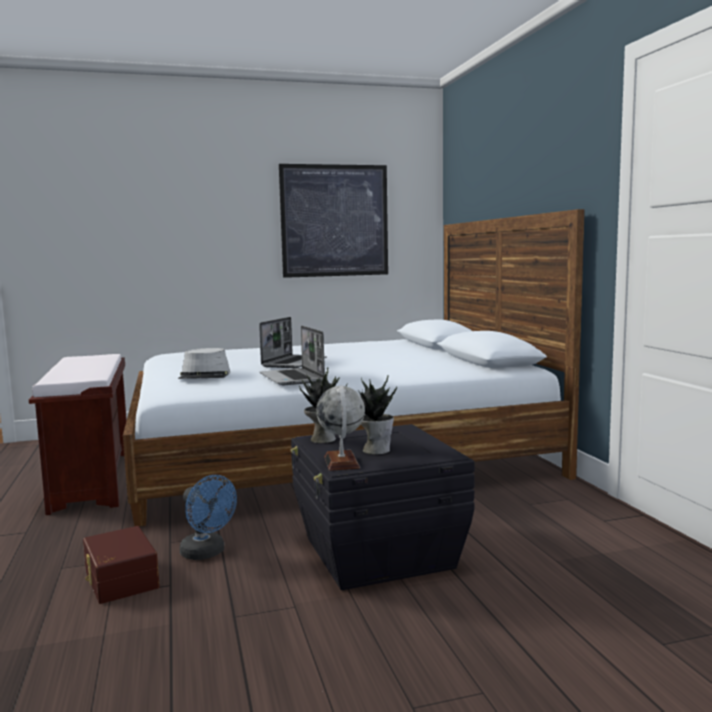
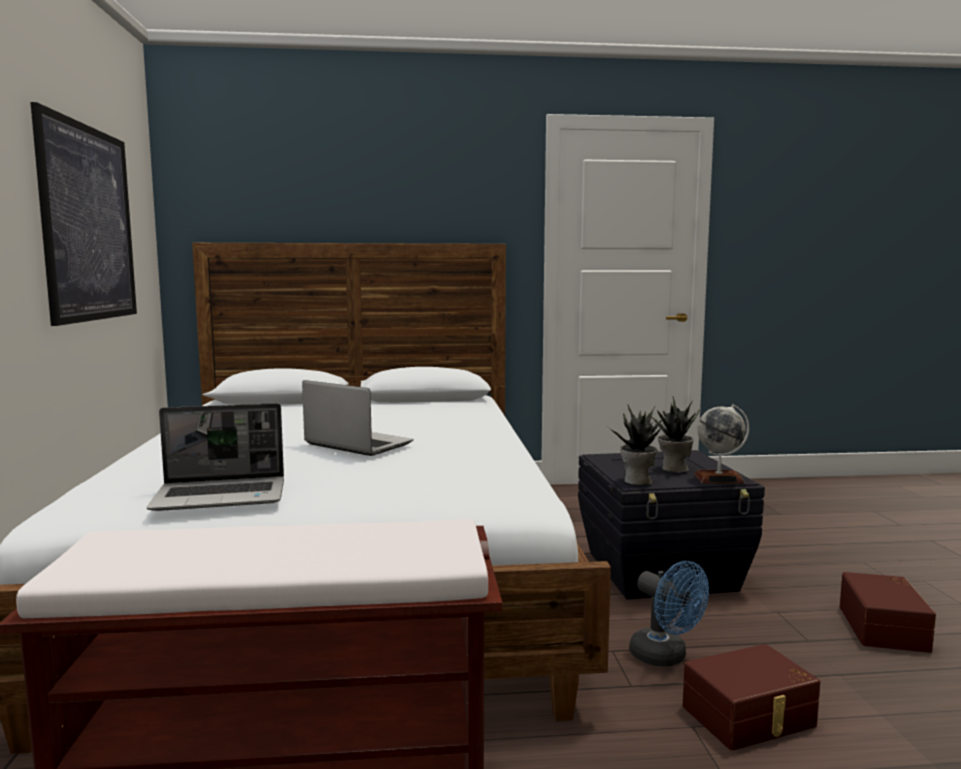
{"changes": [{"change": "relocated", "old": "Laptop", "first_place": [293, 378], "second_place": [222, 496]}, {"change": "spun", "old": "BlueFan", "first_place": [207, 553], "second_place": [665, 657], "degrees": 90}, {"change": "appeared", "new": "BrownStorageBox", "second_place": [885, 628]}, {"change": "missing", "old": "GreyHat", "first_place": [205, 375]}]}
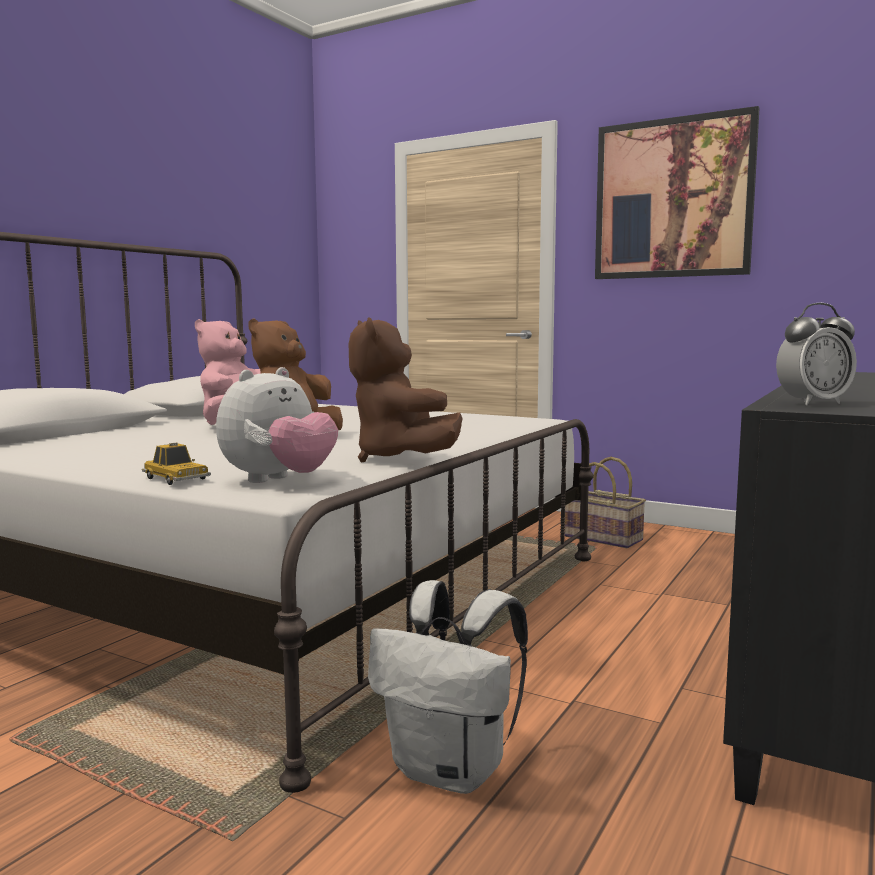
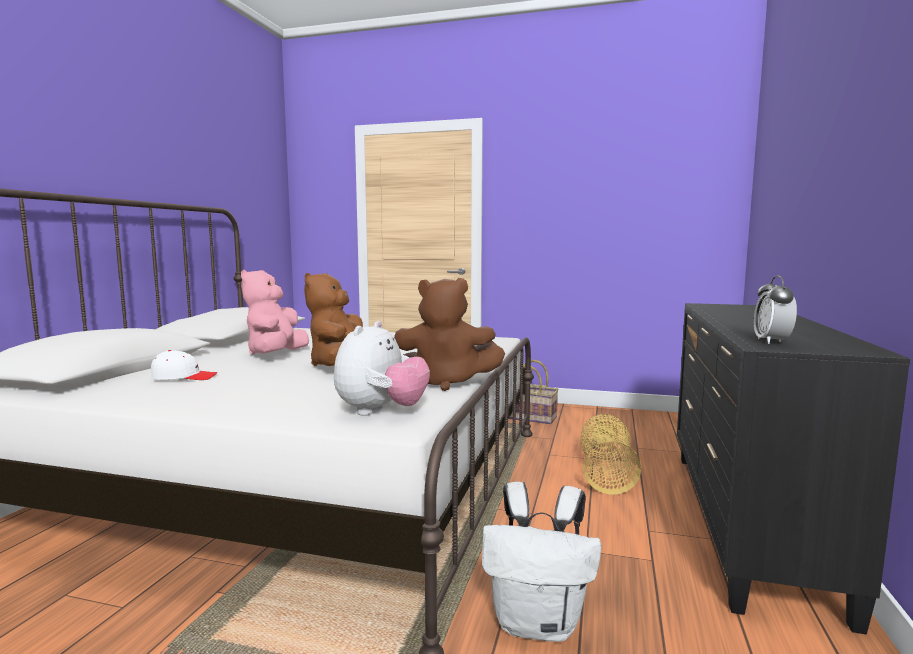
{"changes": [{"change": "appeared", "new": "WhiteCap", "second_place": [184, 377]}, {"change": "spun", "old": "BrownPlushToy", "first_place": [399, 458], "second_place": [446, 382], "degrees": -45}, {"change": "appeared", "new": "Basket", "second_place": [606, 473]}, {"change": "spun", "old": "AlarmClock", "first_place": [813, 403], "second_place": [772, 341], "degrees": 135}, {"change": "missing", "old": "ToyCar", "first_place": [176, 479]}, {"change": "missing", "old": "Picture", "first_place": [673, 199]}]}
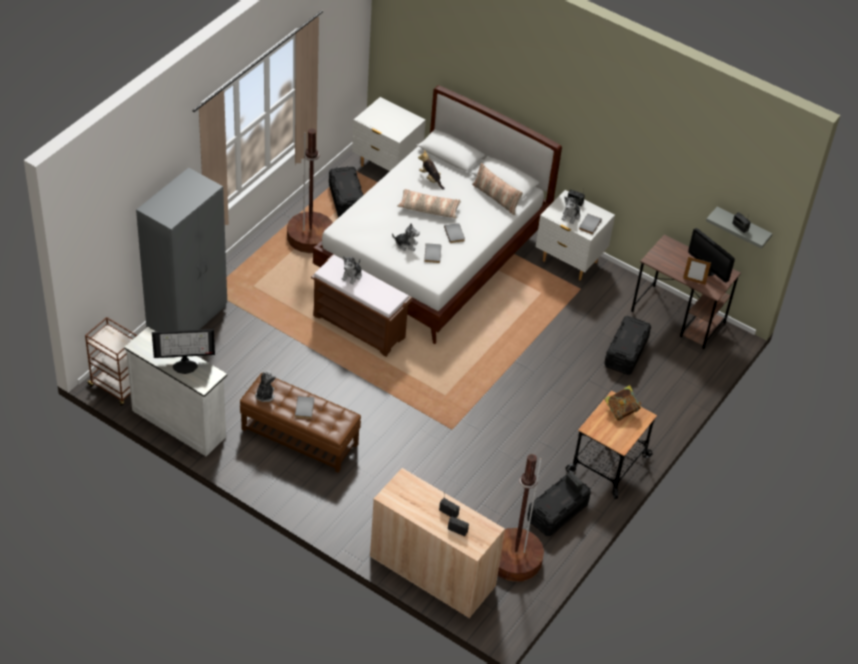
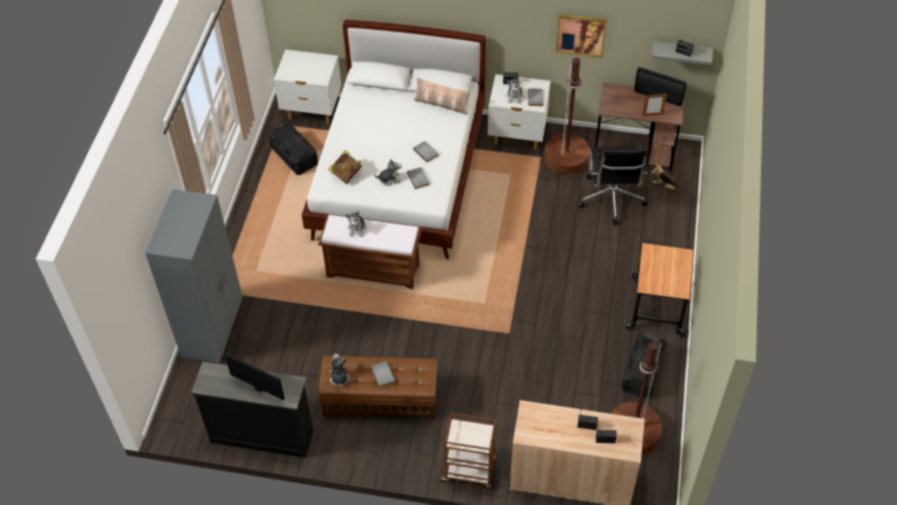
{"changes": [{"change": "colour", "old": "WhiteDresser", "new": "BlackDresser", "first_place": [179, 422], "second_place": [262, 435]}, {"change": "spun", "old": "Monitor", "first_place": [185, 364], "second_place": [261, 385], "degrees": -120}, {"change": "relocated", "old": "Book", "first_place": [621, 411], "second_place": [346, 174]}, {"change": "relocated", "old": "BrownCart", "first_place": [117, 387], "second_place": [469, 470]}, {"change": "relocated", "old": "BrownFloorLamp", "first_place": [310, 237], "second_place": [566, 158]}, {"change": "appeared", "new": "Picture", "second_place": [581, 34]}, {"change": "exchanged", "old": "BlackStorageBox", "new": "BlackOfficeChair", "first_place": [625, 353], "second_place": [611, 200]}, {"change": "relocated", "old": "PlushToy", "first_place": [430, 179], "second_place": [665, 186]}, {"change": "missing", "old": "Pillow", "first_place": [429, 208]}]}
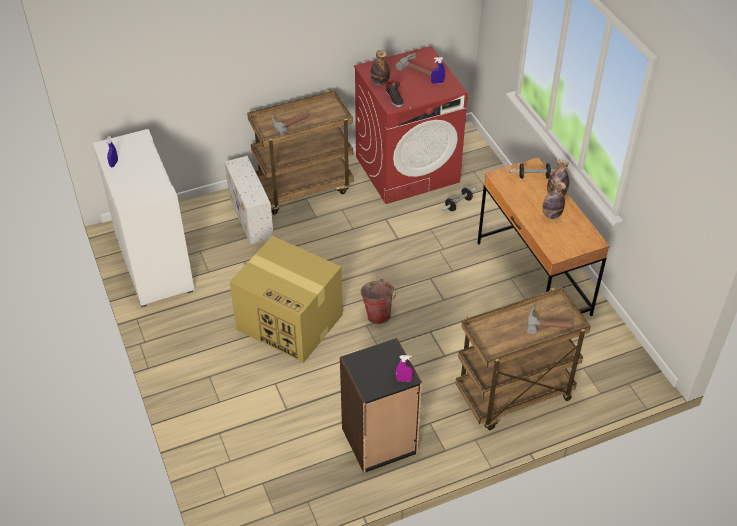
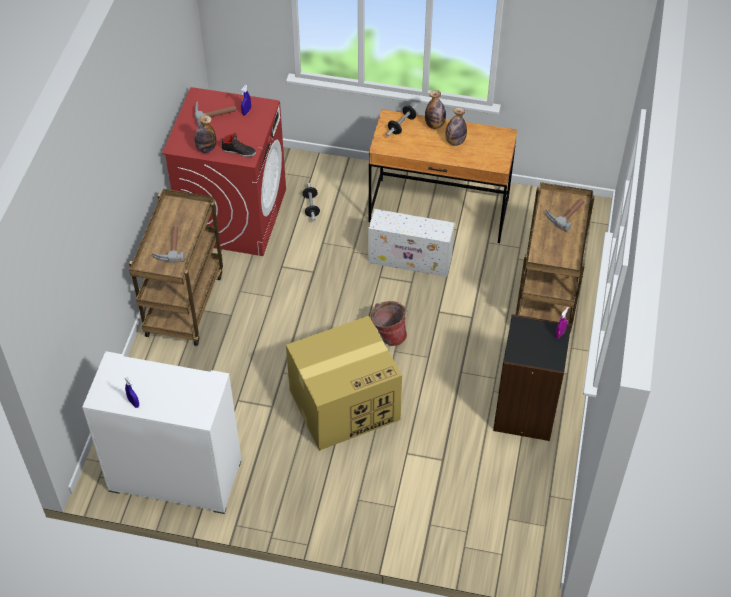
{"changes": [{"change": "relocated", "old": "WhiteStorageBox", "first_place": [251, 217], "second_place": [411, 260]}]}
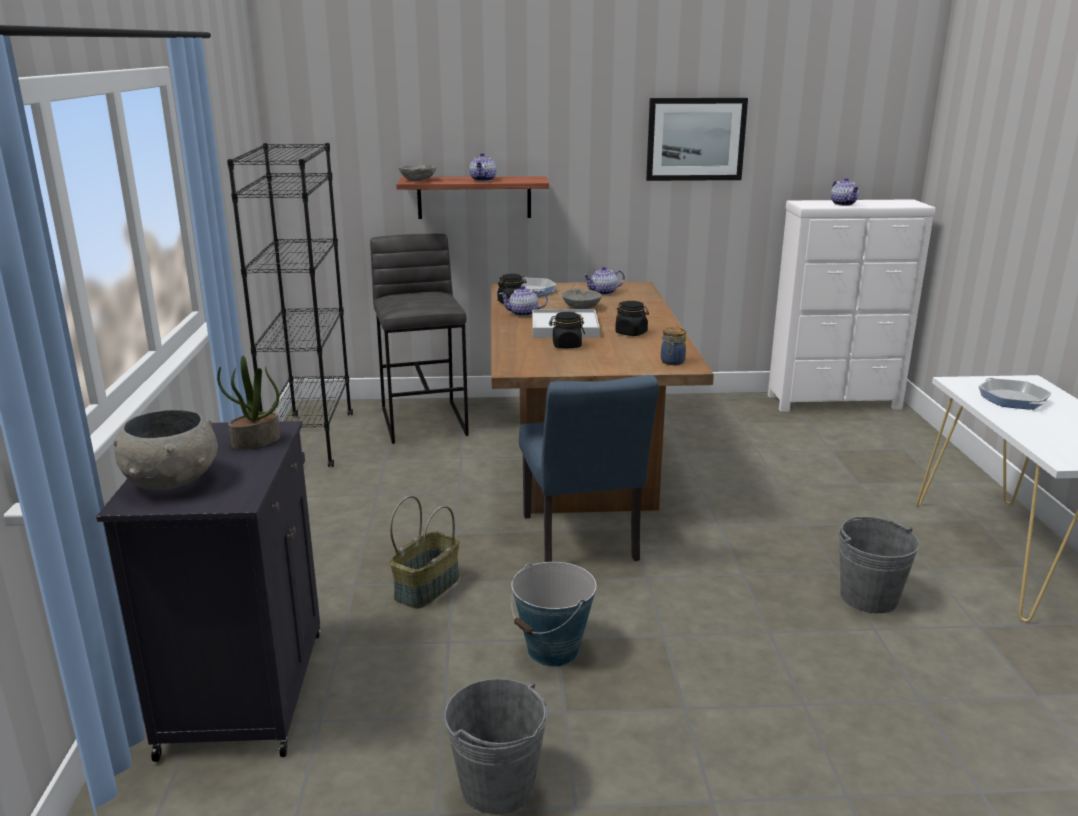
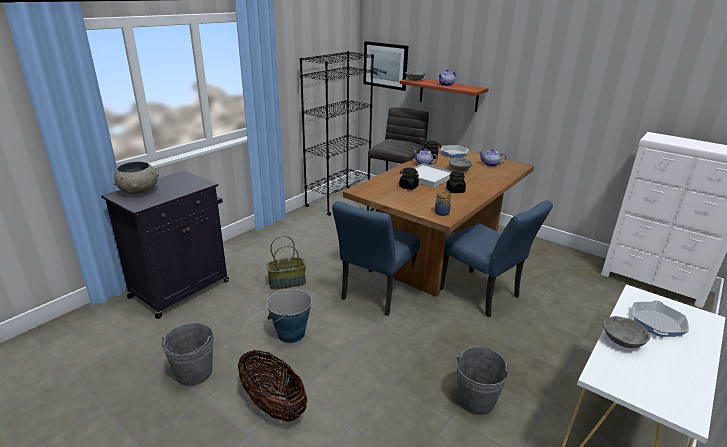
{"changes": [{"change": "appeared", "new": "Basket", "second_place": [273, 405]}, {"change": "relocated", "old": "Picture", "first_place": [695, 139], "second_place": [385, 65]}, {"change": "appeared", "new": "BlueChair", "second_place": [483, 295]}, {"change": "appeared", "new": "GreyBowl", "second_place": [621, 340]}, {"change": "missing", "old": "PottedPlant", "first_place": [256, 442]}, {"change": "missing", "old": "Teapot", "first_place": [844, 204]}]}
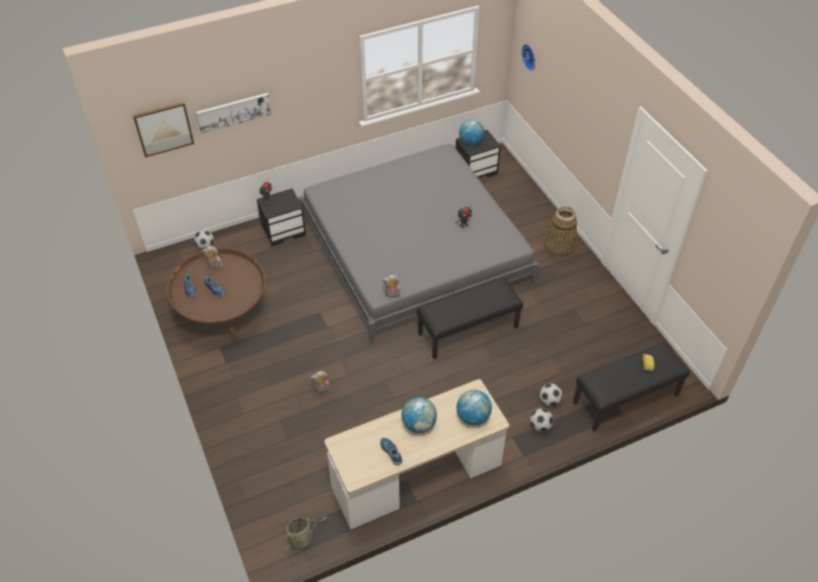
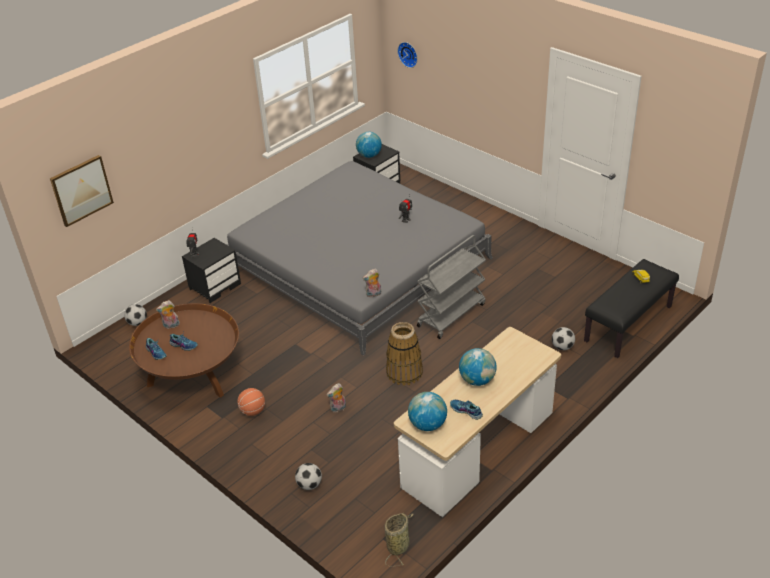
{"changes": [{"change": "appeared", "new": "Basketball", "second_place": [252, 411]}, {"change": "relocated", "old": "Football", "first_place": [540, 426], "second_place": [309, 485]}, {"change": "relocated", "old": "Basket", "first_place": [559, 247], "second_place": [404, 372]}, {"change": "relocated", "old": "Globe", "first_place": [473, 417], "second_place": [427, 424]}, {"change": "exchanged", "old": "BlackBench", "new": "GreyCart", "first_place": [468, 330], "second_place": [451, 314]}, {"change": "missing", "old": "Picture", "first_place": [234, 112]}]}
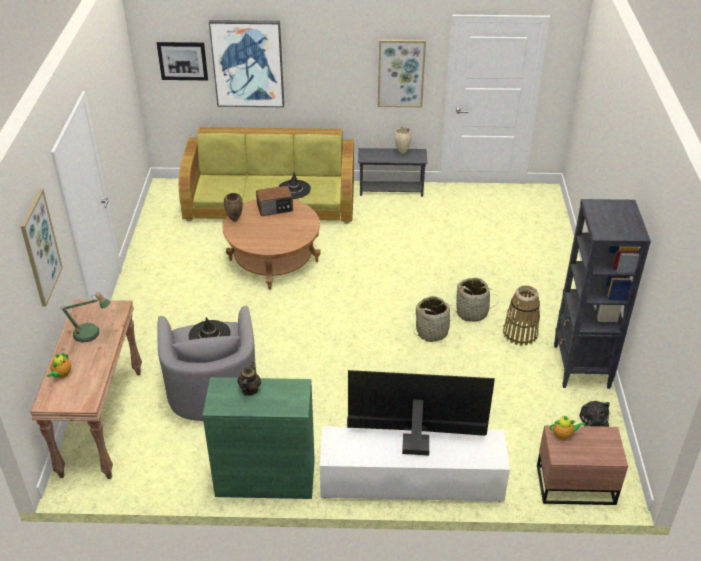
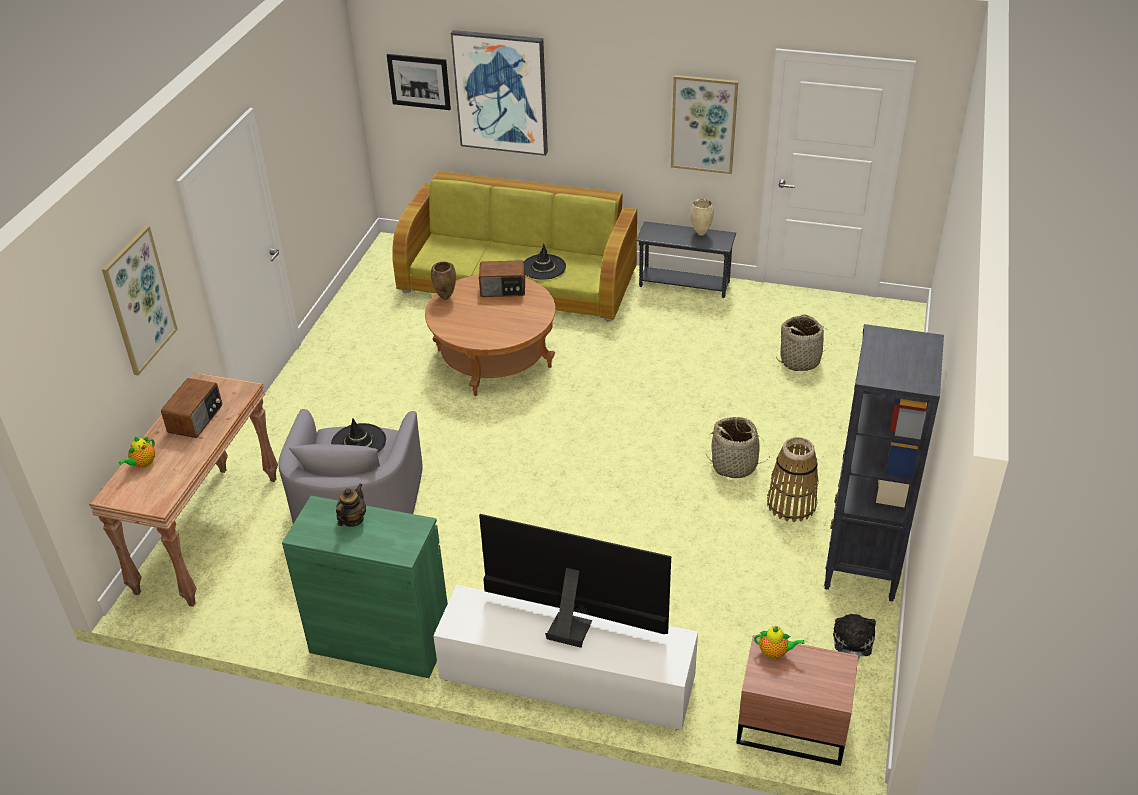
{"changes": [{"change": "exchanged", "old": "TableLamp", "new": "Radio", "first_place": [90, 334], "second_place": [196, 419]}, {"change": "relocated", "old": "Basket", "first_place": [432, 331], "second_place": [800, 360]}]}
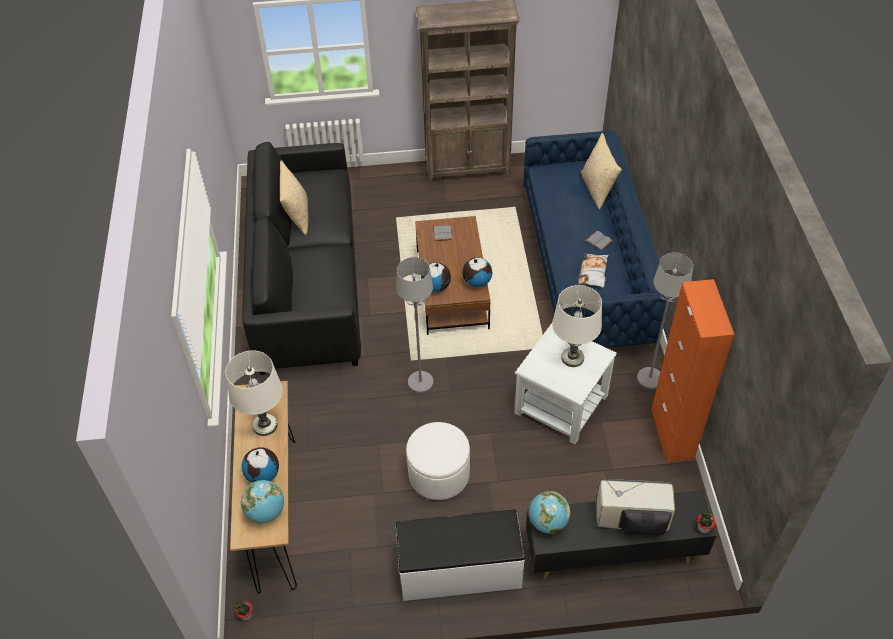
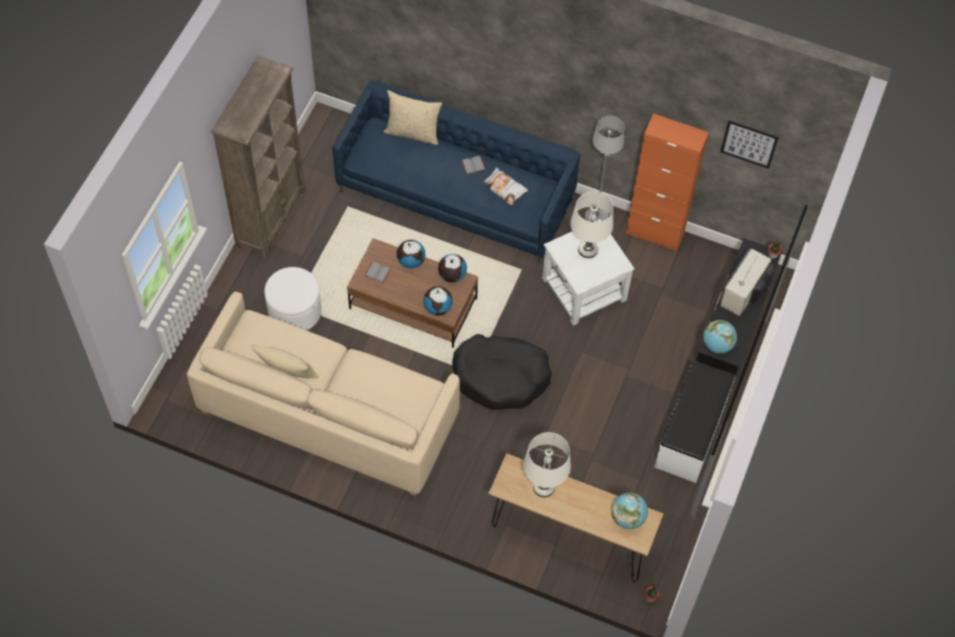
{"changes": [{"change": "colour", "old": "BlackSofa", "new": "BeigeSofa", "first_place": [307, 282], "second_place": [327, 414]}, {"change": "relocated", "old": "WhiteOttoman", "first_place": [439, 474], "second_place": [294, 311]}, {"change": "relocated", "old": "Globe", "first_place": [263, 475], "second_place": [411, 261]}, {"change": "exchanged", "old": "GreyFloorLamp", "new": "BlackDogBed", "first_place": [420, 382], "second_place": [501, 377]}, {"change": "appeared", "new": "Picture", "second_place": [749, 144]}]}
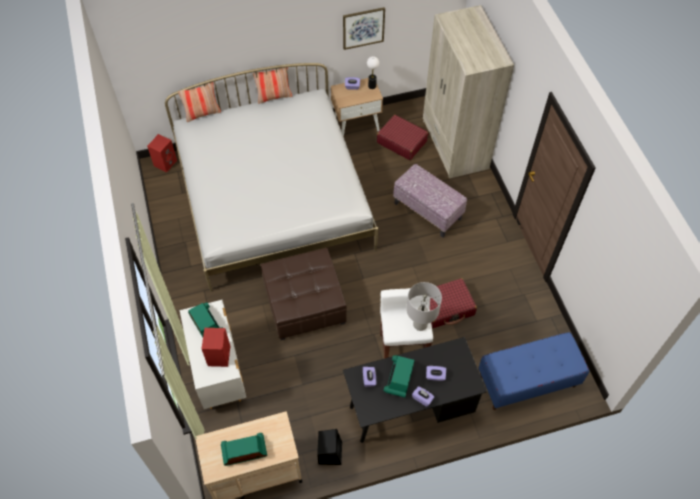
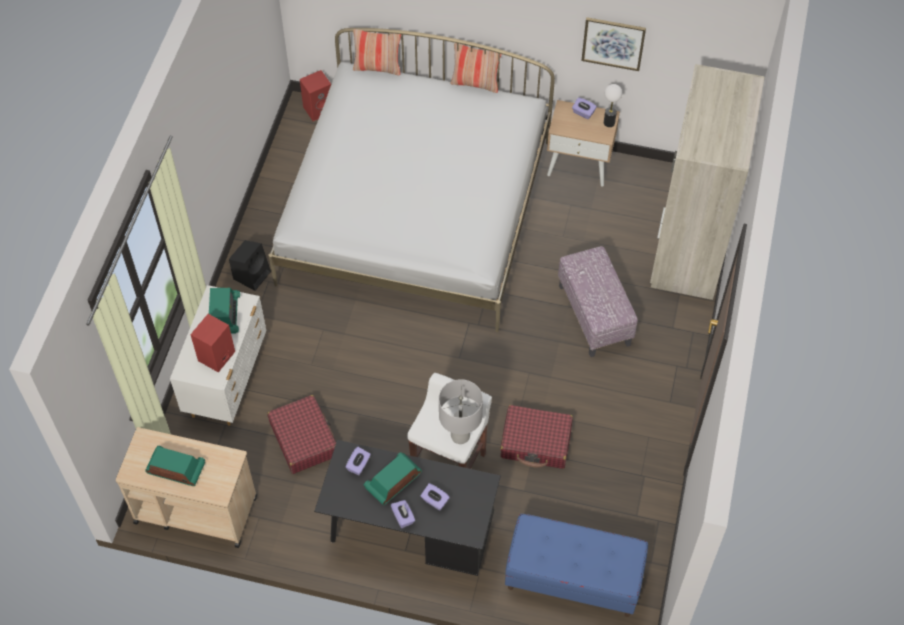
{"changes": [{"change": "relocated", "old": "BlackSpeaker", "first_place": [330, 452], "second_place": [252, 274]}, {"change": "relocated", "old": "RedSuitcase", "first_place": [401, 142], "second_place": [304, 439]}, {"change": "missing", "old": "BrownOttoman", "first_place": [305, 303]}]}
